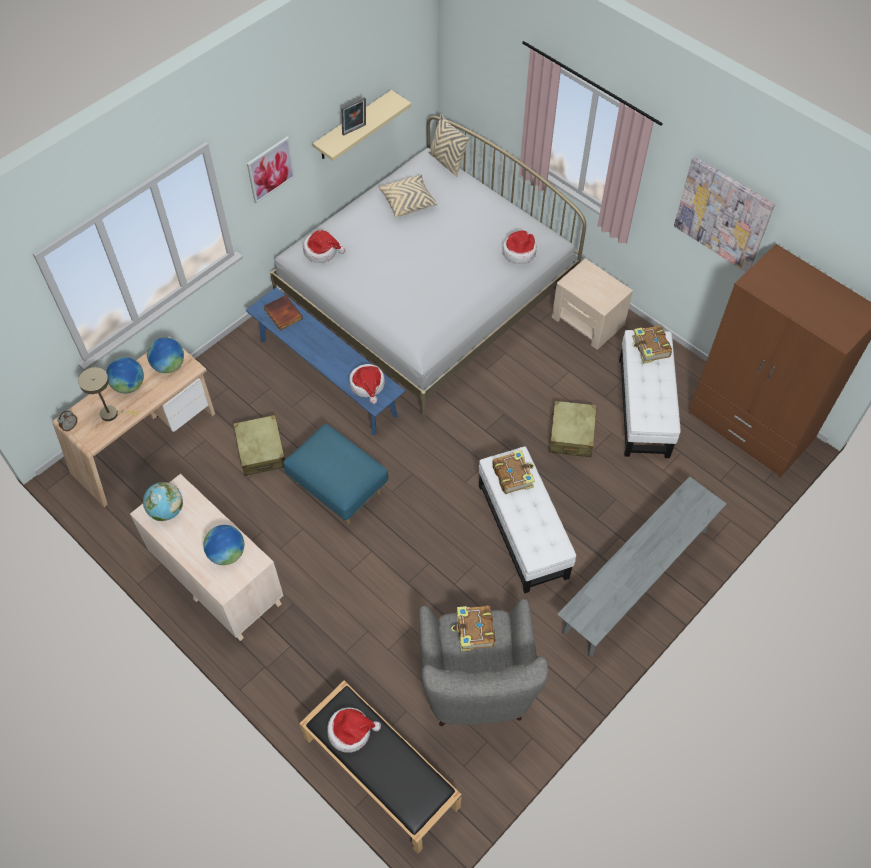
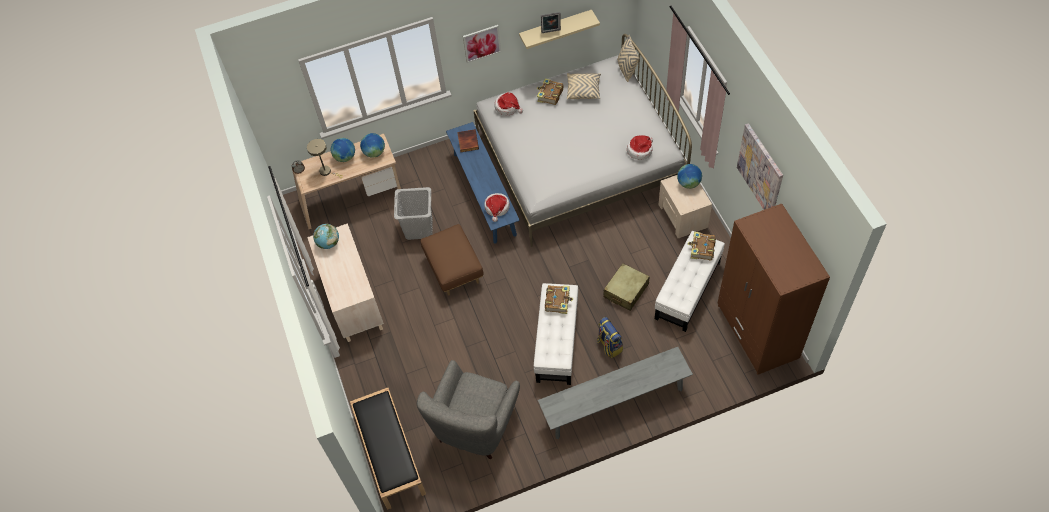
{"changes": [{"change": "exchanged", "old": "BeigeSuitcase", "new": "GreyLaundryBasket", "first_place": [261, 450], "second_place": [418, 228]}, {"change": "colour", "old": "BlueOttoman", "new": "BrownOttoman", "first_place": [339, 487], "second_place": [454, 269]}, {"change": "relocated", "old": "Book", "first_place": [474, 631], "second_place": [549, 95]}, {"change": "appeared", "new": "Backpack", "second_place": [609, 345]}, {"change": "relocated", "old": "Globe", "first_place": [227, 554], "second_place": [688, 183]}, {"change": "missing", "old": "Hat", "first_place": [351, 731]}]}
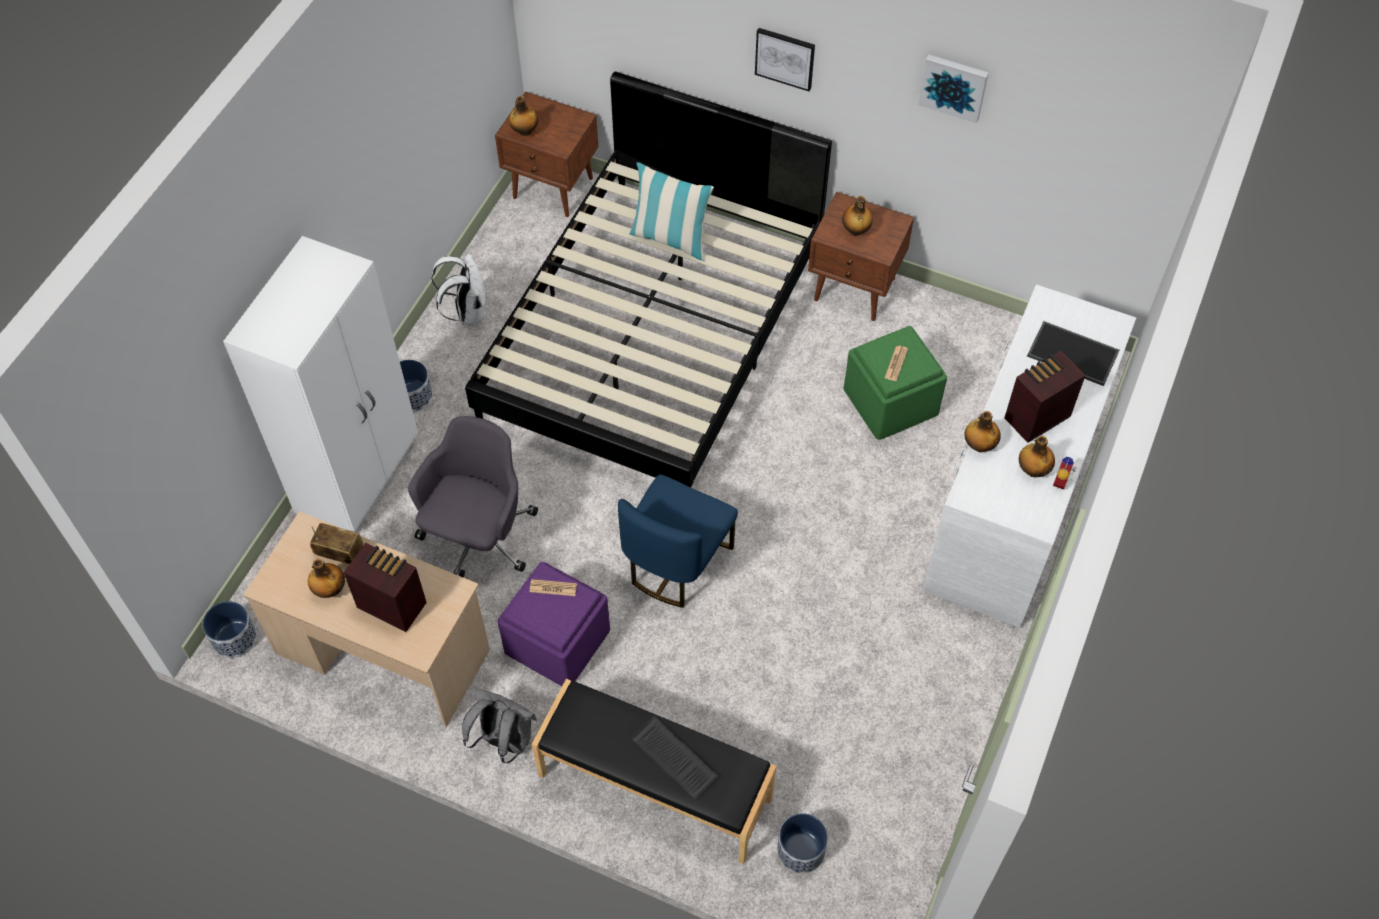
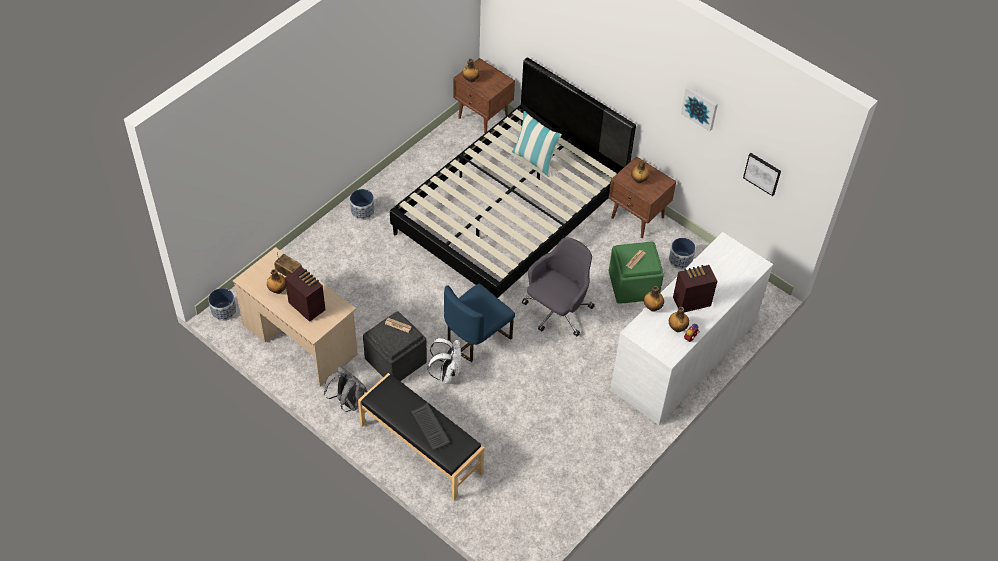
{"changes": [{"change": "colour", "old": "PurpleOttoman", "new": "GreyOttoman", "first_place": [556, 641], "second_place": [395, 360]}, {"change": "relocated", "old": "WhiteBackpack", "first_place": [467, 312], "second_place": [447, 374]}, {"change": "relocated", "old": "GreyOfficeChair", "first_place": [479, 537], "second_place": [557, 312]}, {"change": "relocated", "old": "Planter", "first_place": [801, 851], "second_place": [680, 260]}, {"change": "relocated", "old": "Picture", "first_place": [785, 58], "second_place": [762, 173]}, {"change": "missing", "old": "WhiteWardrobe", "first_place": [359, 474]}, {"change": "missing", "old": "Tray", "first_place": [1071, 354]}]}
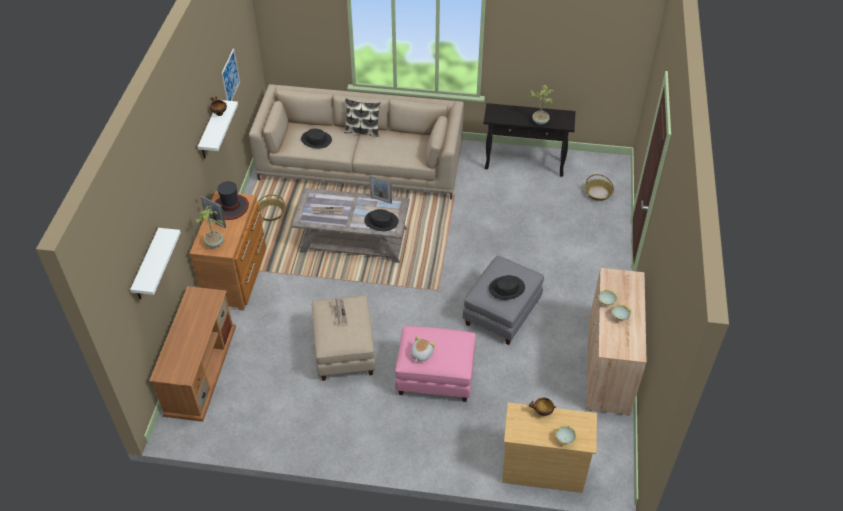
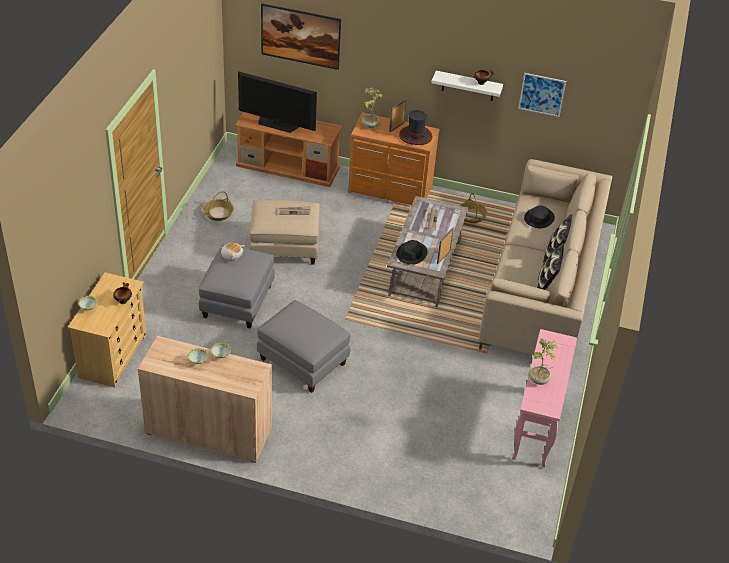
{"changes": [{"change": "colour", "old": "PinkOttoman", "new": "GreyOttoman", "first_place": [435, 377], "second_place": [237, 301]}, {"change": "relocated", "old": "Basket", "first_place": [598, 193], "second_place": [218, 213]}, {"change": "appeared", "new": "Television", "second_place": [277, 124]}, {"change": "exchanged", "old": "WhiteShelf", "new": "Picture", "first_place": [147, 266], "second_place": [300, 48]}, {"change": "colour", "old": "BlackConsoleTable", "new": "PinkConsoleTable", "first_place": [525, 164], "second_place": [537, 427]}, {"change": "appeared", "new": "Pillow", "second_place": [546, 284]}, {"change": "missing", "old": "BlackHat", "first_place": [506, 288]}]}
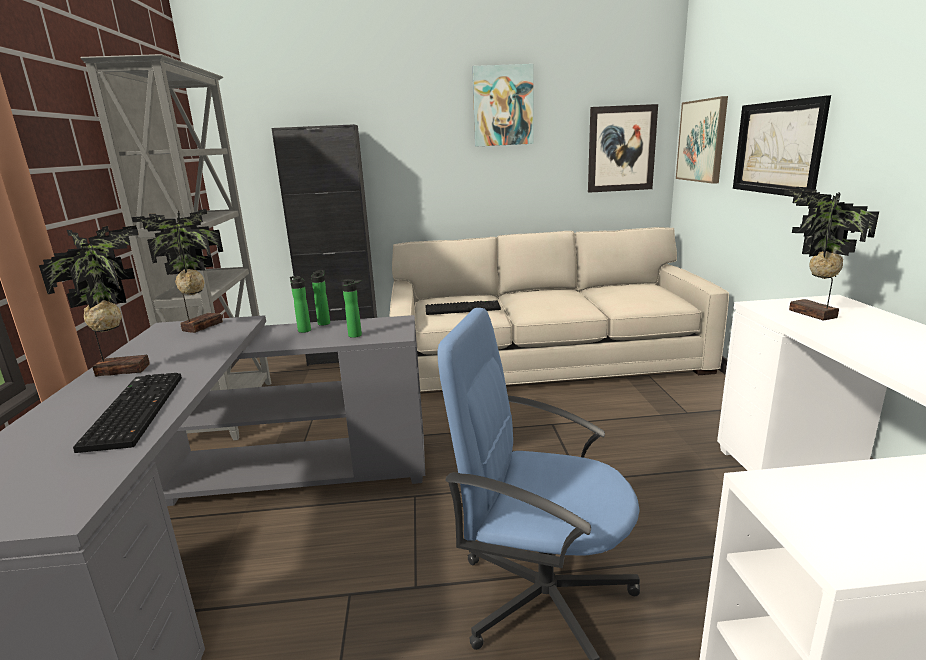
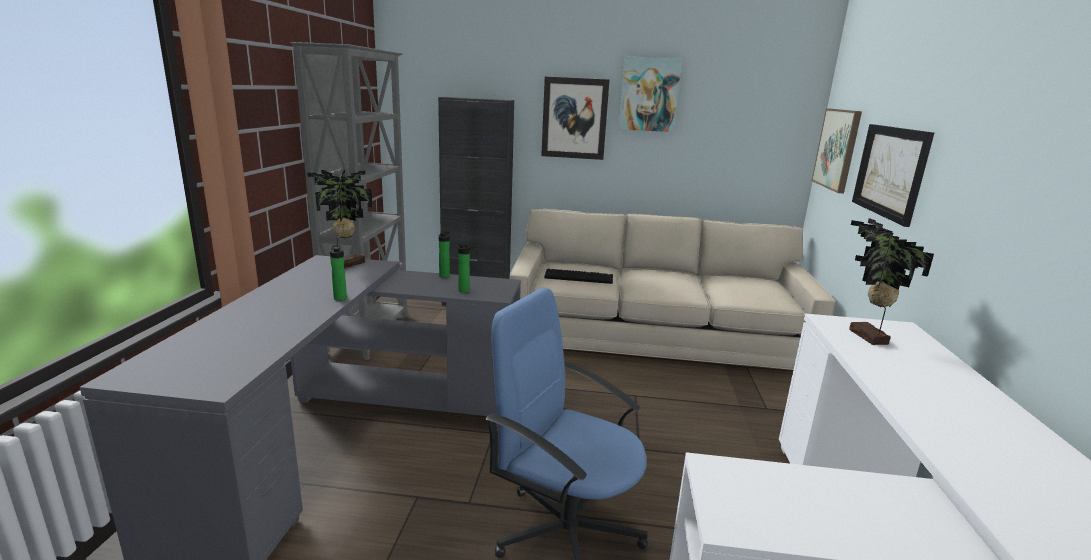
{"changes": [{"change": "relocated", "old": "Bottle", "first_place": [304, 330], "second_place": [340, 297]}, {"change": "relocated", "old": "Picture", "first_place": [621, 149], "second_place": [574, 118]}, {"change": "missing", "old": "PottedPlant", "first_place": [123, 369]}, {"change": "missing", "old": "Keyboard", "first_place": [133, 410]}]}
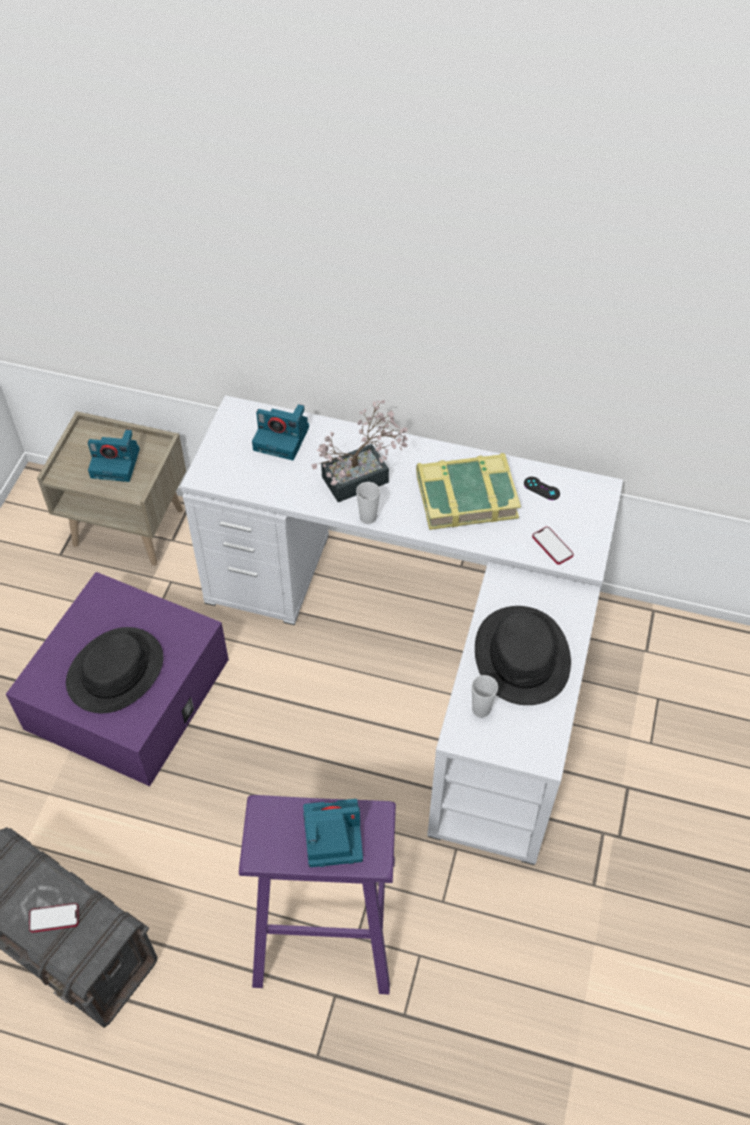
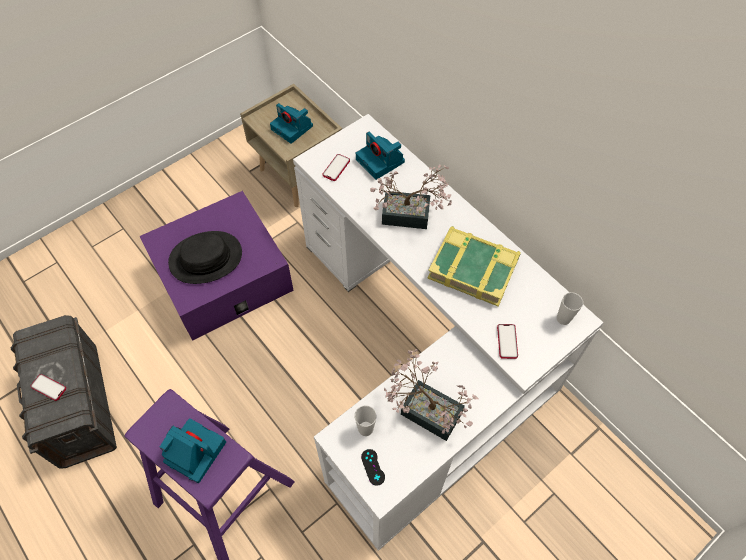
{"changes": [{"change": "appeared", "new": "Phone", "second_place": [336, 168]}, {"change": "relocated", "old": "BlackGameController", "first_place": [541, 488], "second_place": [373, 467]}, {"change": "exchanged", "old": "BlackHat", "new": "PottedPlant", "first_place": [522, 656], "second_place": [425, 409]}, {"change": "relocated", "old": "Cup", "first_place": [368, 517], "second_place": [563, 318]}]}
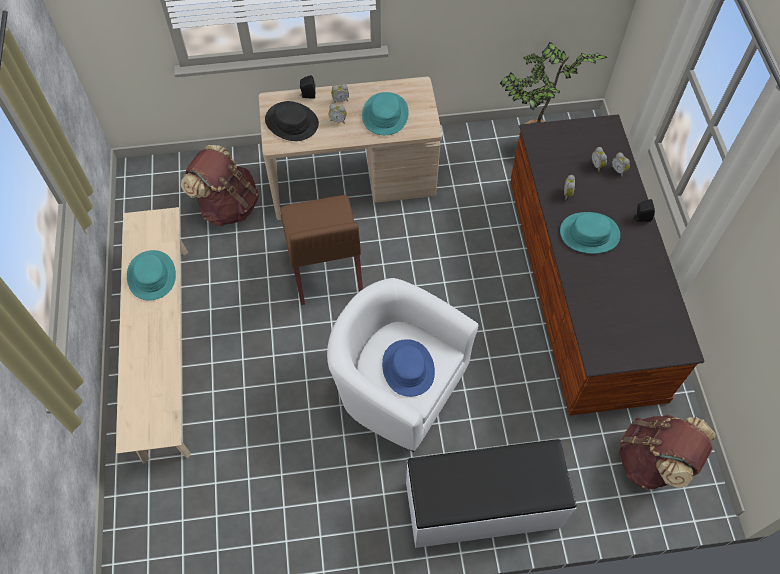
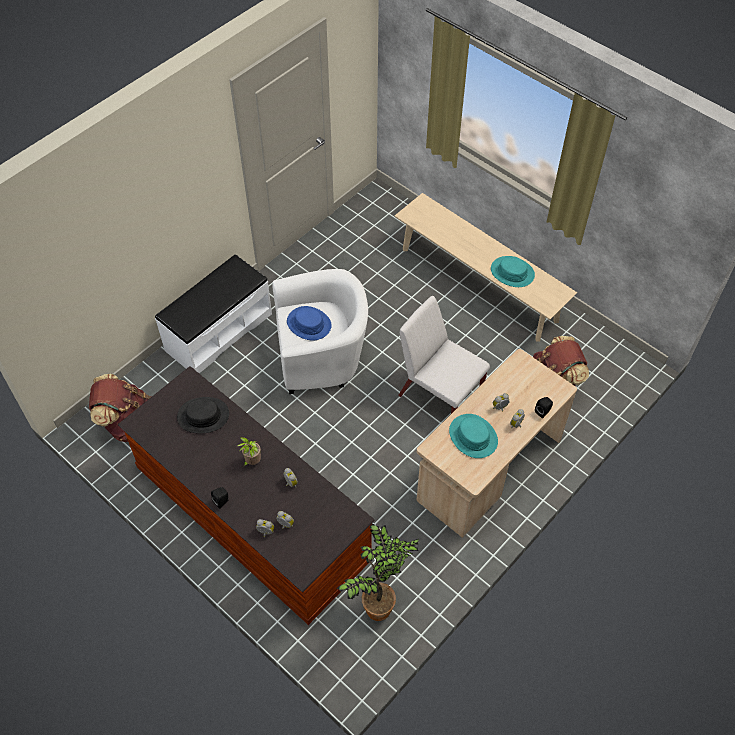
{"changes": [{"change": "relocated", "old": "BlackHat", "first_place": [292, 122], "second_place": [203, 416]}, {"change": "exchanged", "old": "TurquoiseHat", "new": "PottedPlant", "first_place": [589, 234], "second_place": [252, 461]}, {"change": "colour", "old": "BrownChair", "new": "WhiteChair", "first_place": [325, 268], "second_place": [439, 394]}]}
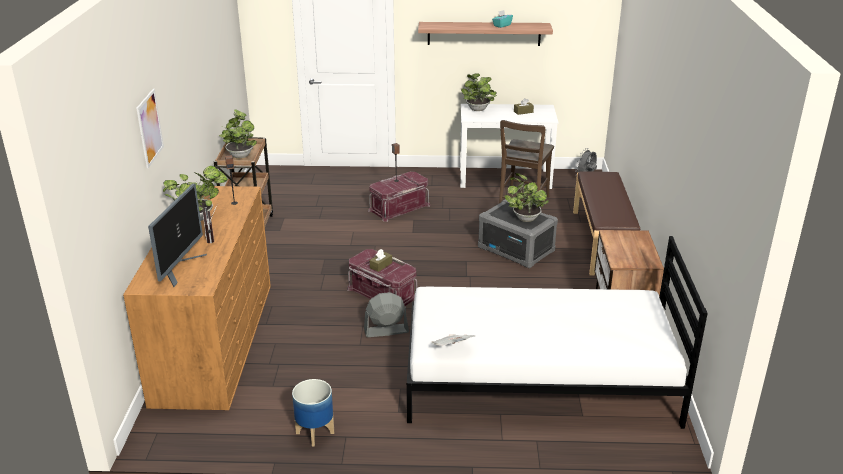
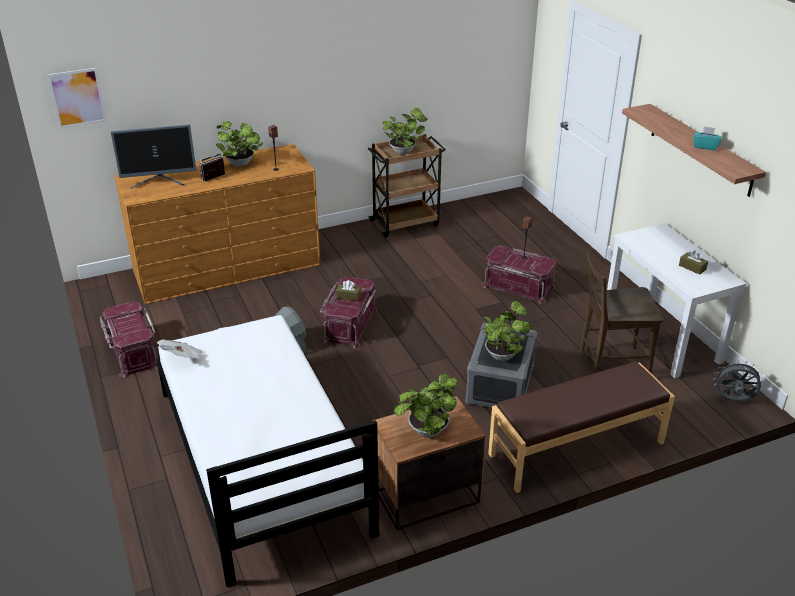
{"changes": [{"change": "relocated", "old": "Picture", "first_place": [149, 128], "second_place": [77, 98]}, {"change": "exchanged", "old": "Planter", "new": "RedStorageBox", "first_place": [314, 433], "second_place": [132, 352]}, {"change": "relocated", "old": "PottedPlant", "first_place": [478, 110], "second_place": [426, 432]}]}
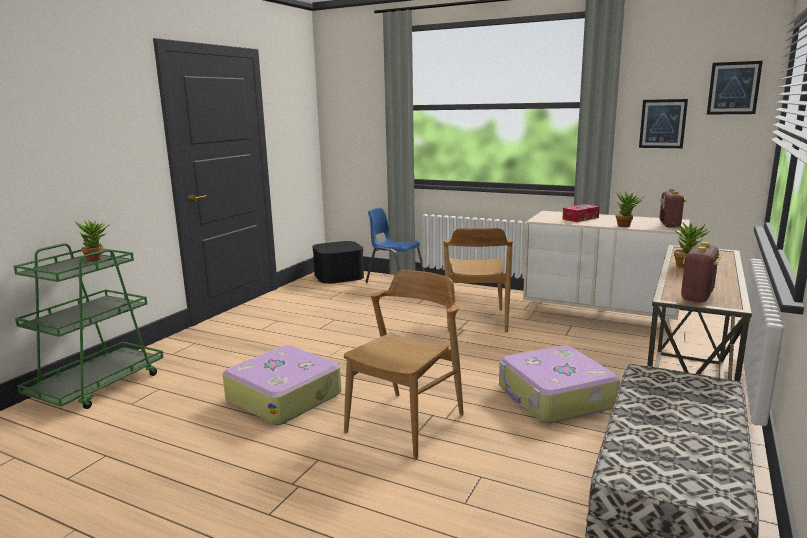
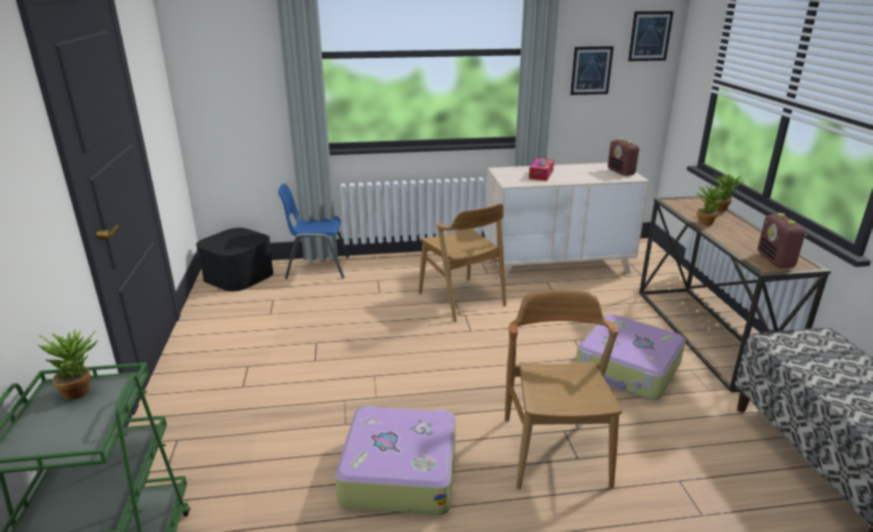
{"changes": [{"change": "relocated", "old": "PottedPlant", "first_place": [626, 226], "second_place": [722, 209]}]}
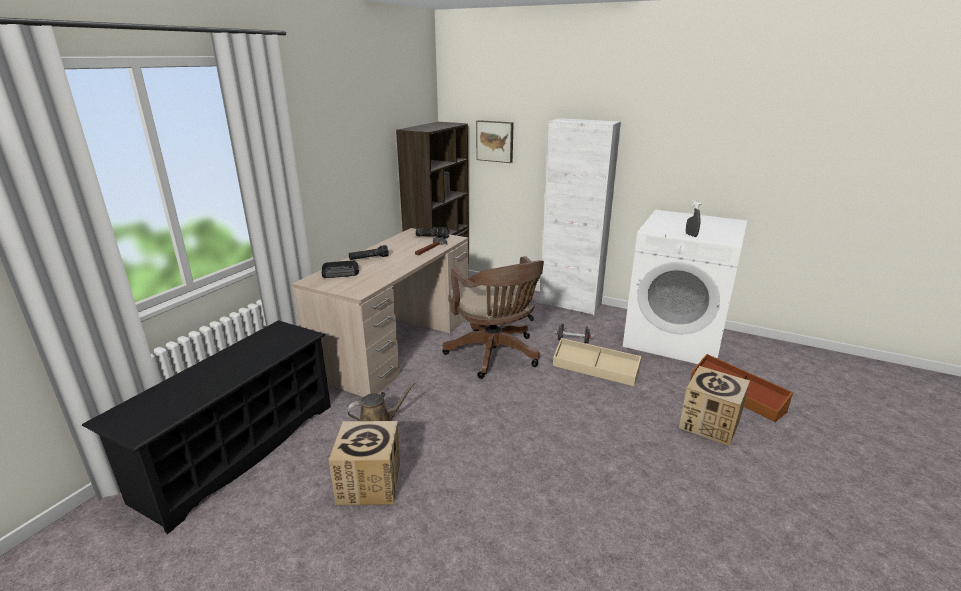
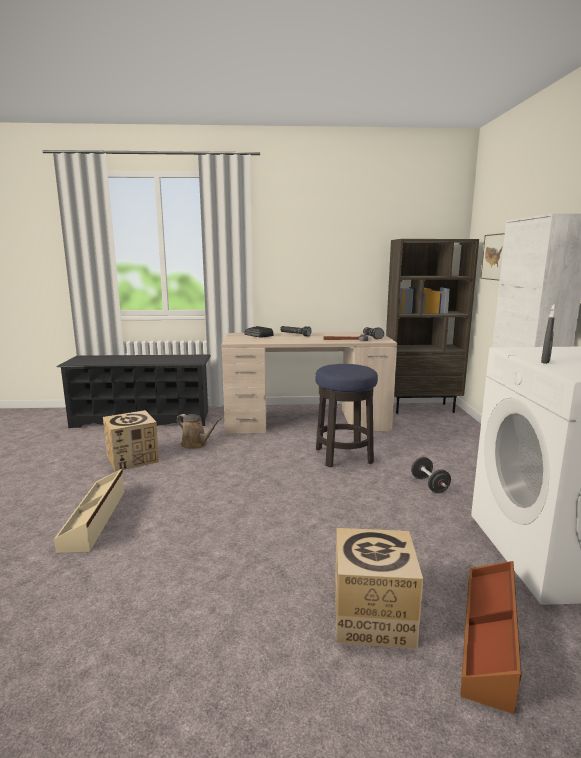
{"changes": [{"change": "relocated", "old": "BeigeStorageBox", "first_place": [595, 369], "second_place": [95, 519]}, {"change": "exchanged", "old": "BrownOfficeChair", "new": "Stool", "first_place": [495, 355], "second_place": [343, 456]}]}
